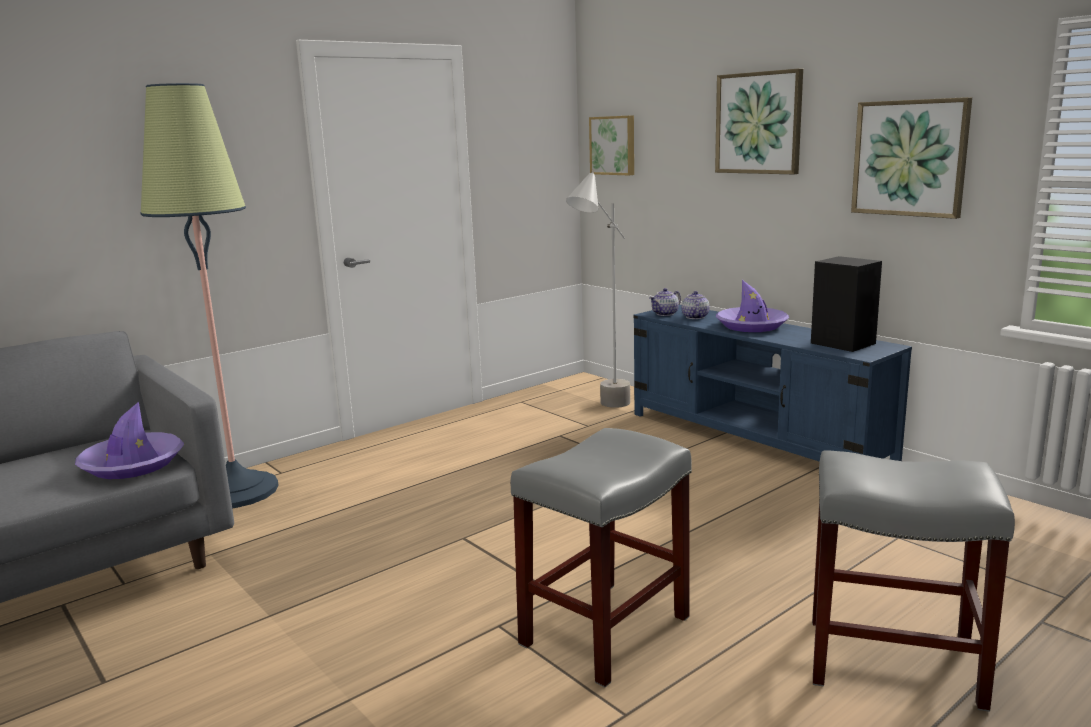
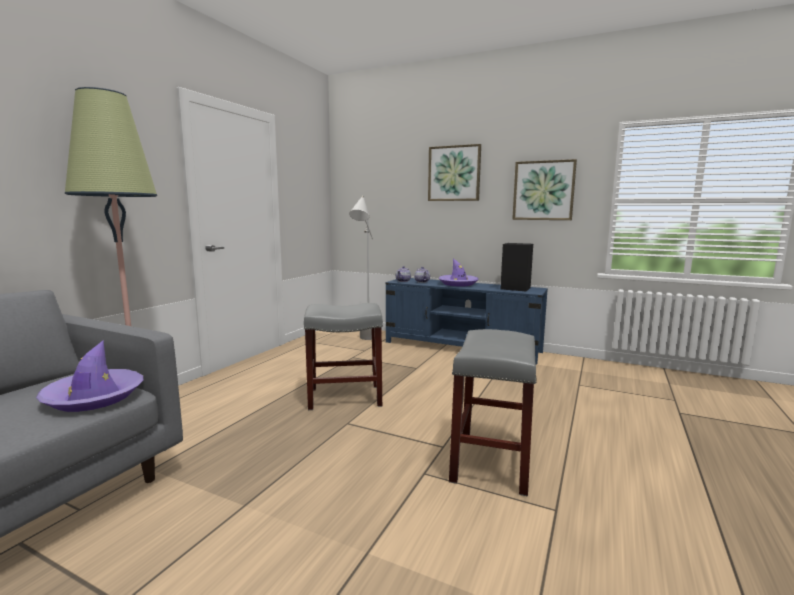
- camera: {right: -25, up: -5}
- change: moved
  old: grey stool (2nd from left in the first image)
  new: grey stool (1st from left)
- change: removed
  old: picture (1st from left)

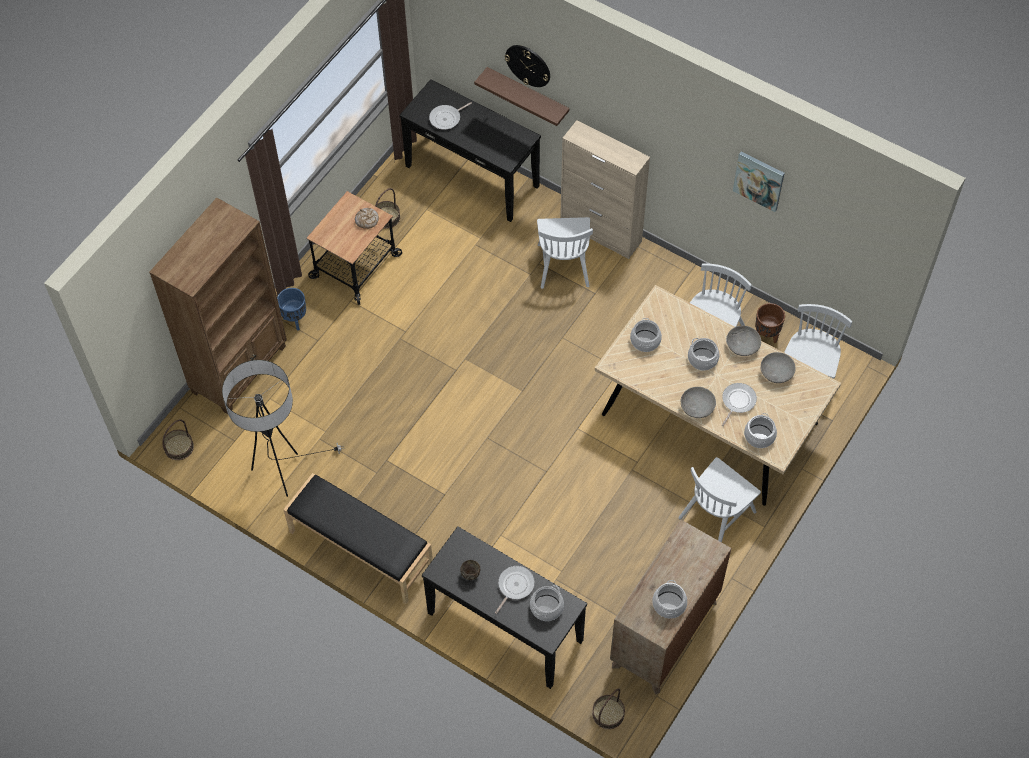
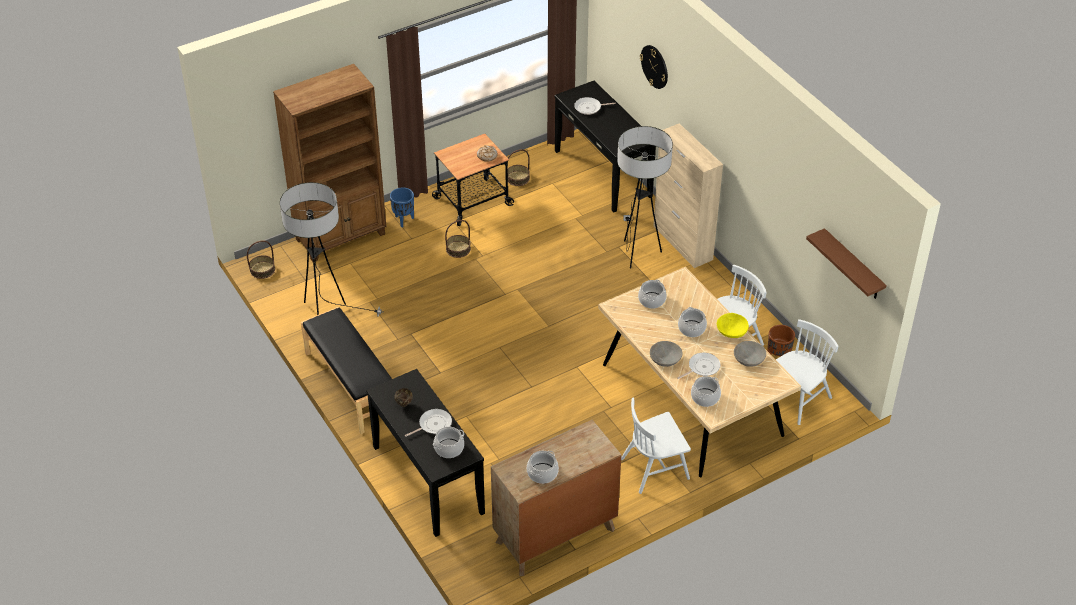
- camera: {right: 25, up: -15}
- change: moved
  old: basket (3rd from left in the first image)
  new: basket (2nd from left)
- change: replaced
  old: white chair (1st from left)
  new: floor lamp (2nd from left)
- change: recoloured
  old: grey bowl (2nd from left)
  new: yellow bowl
- change: moved
  old: brown shelf
- change: removed
  old: picture

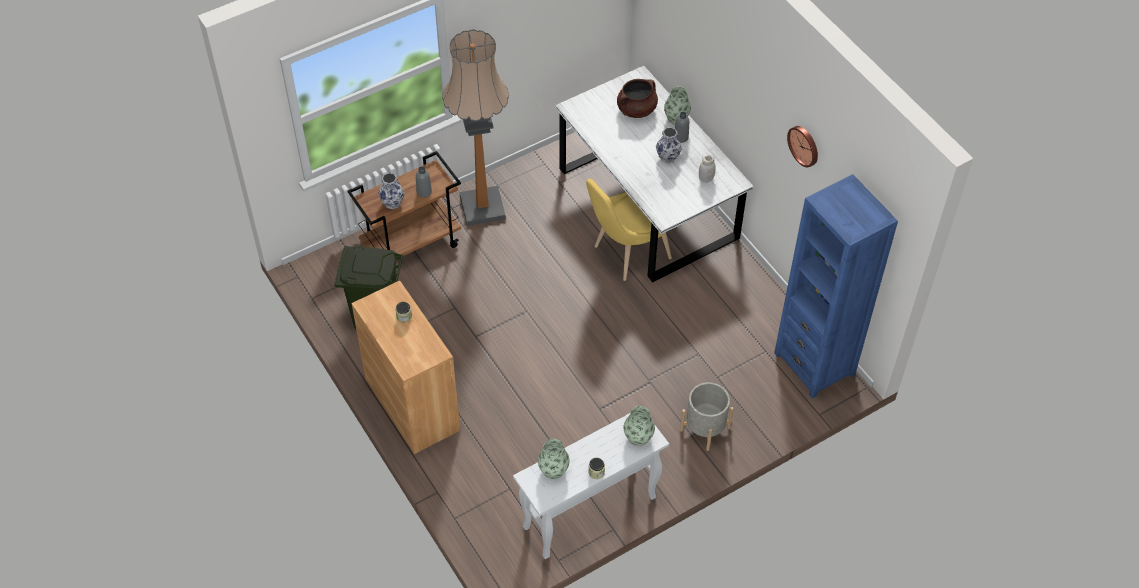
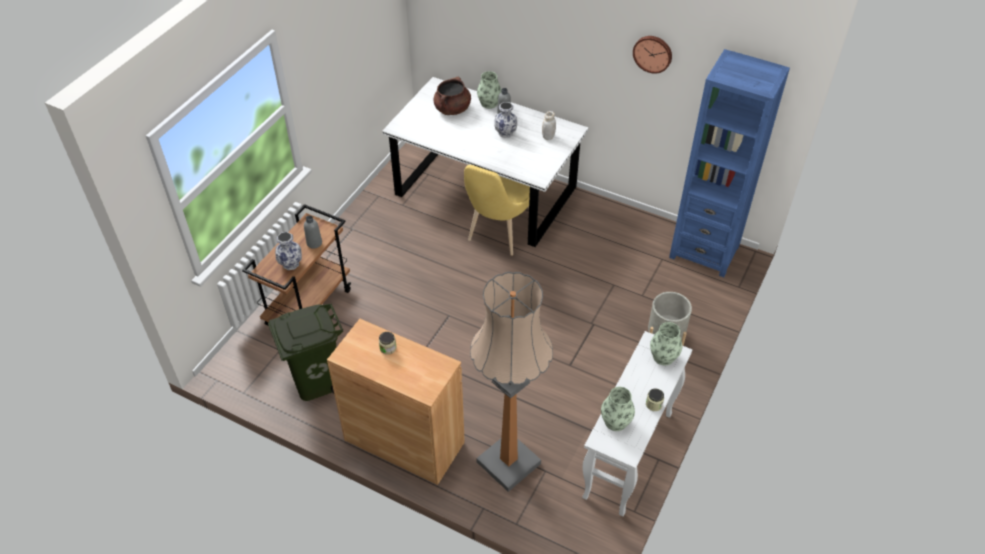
- camera: {right: -30, up: -5}
- change: moved
  old: floor lamp

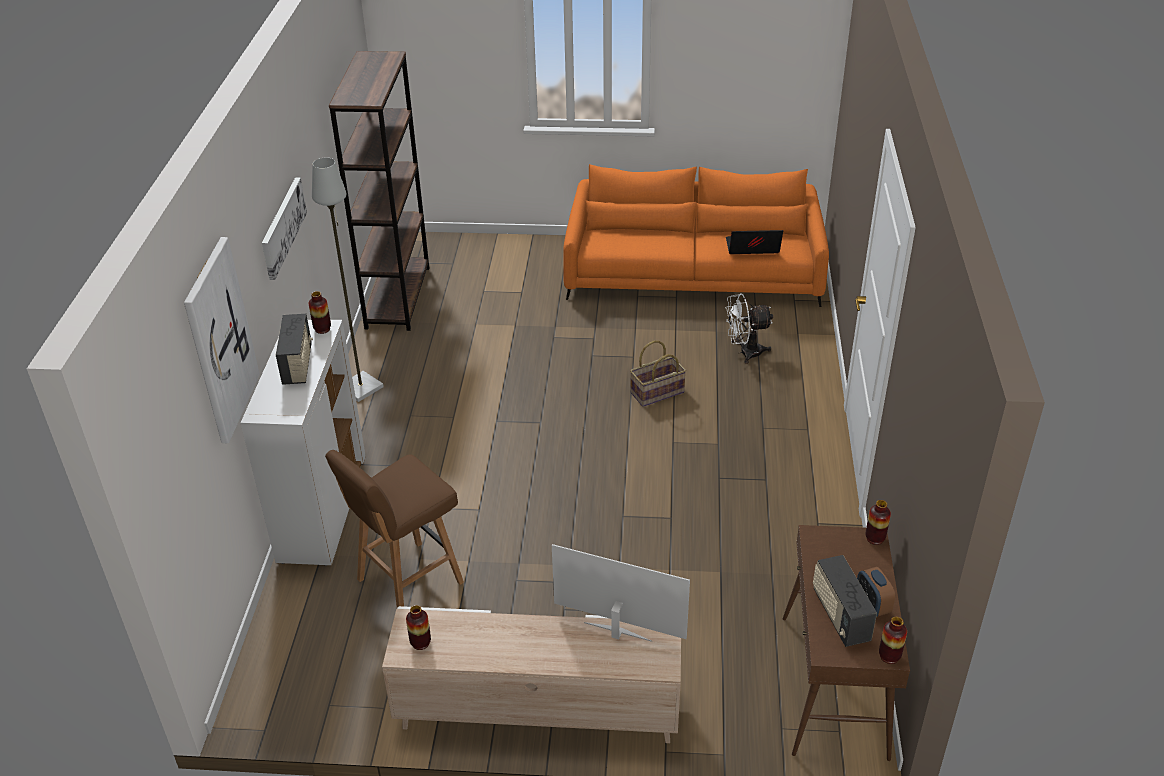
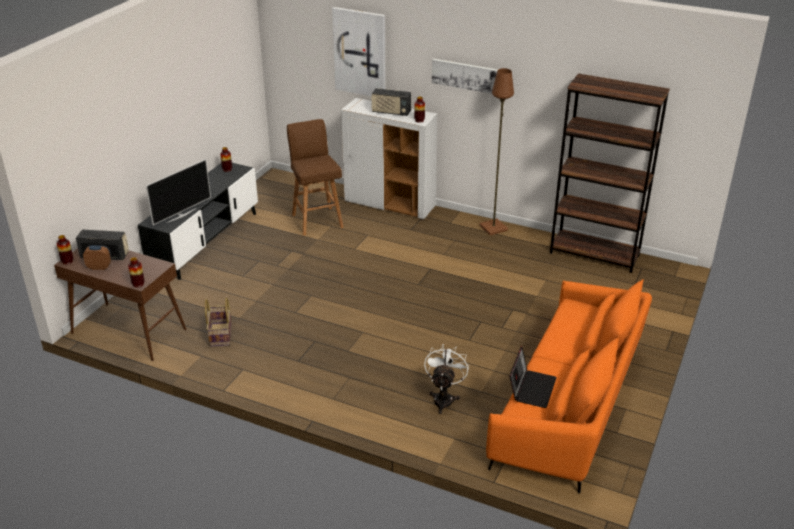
- camera: {right: 110, up: -5}
- change: recoloured
  old: beige tv stand
  new: black tv stand
- change: moved
  old: basket
- change: recoloured
  old: grey floor lamp
  new: brown floor lamp

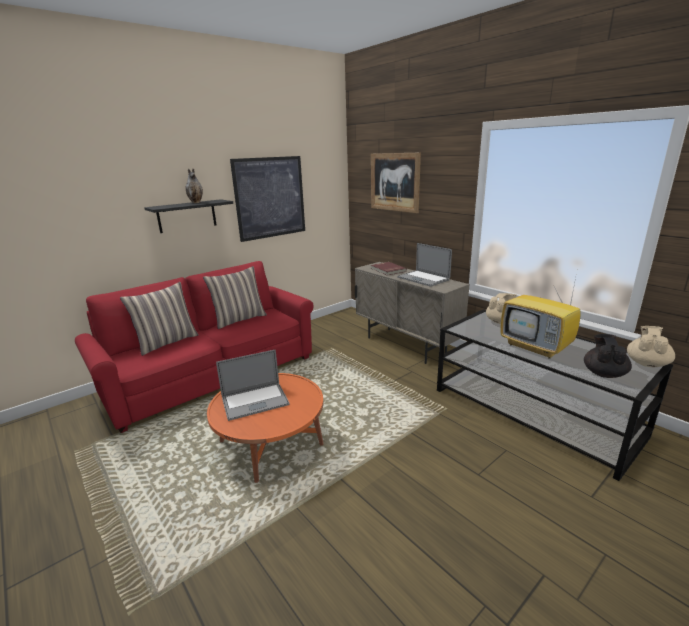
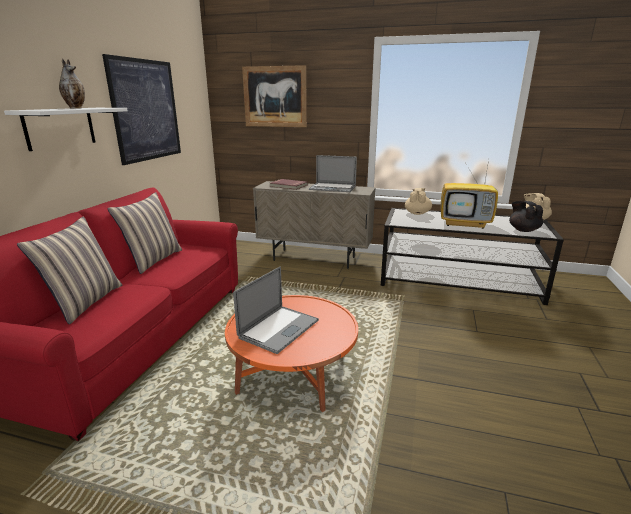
- camera: {right: -35, up: 0}
- change: recoloured
  old: black shelf
  new: white shelf

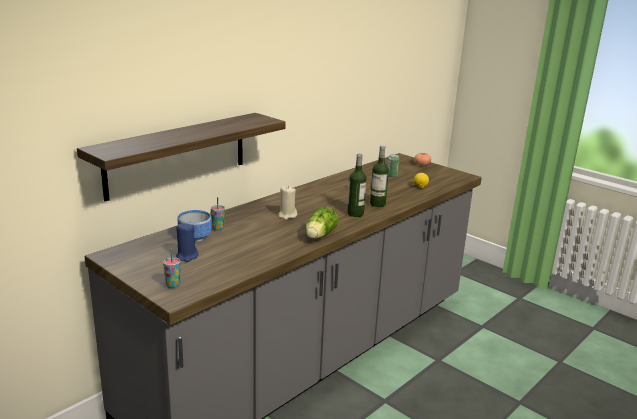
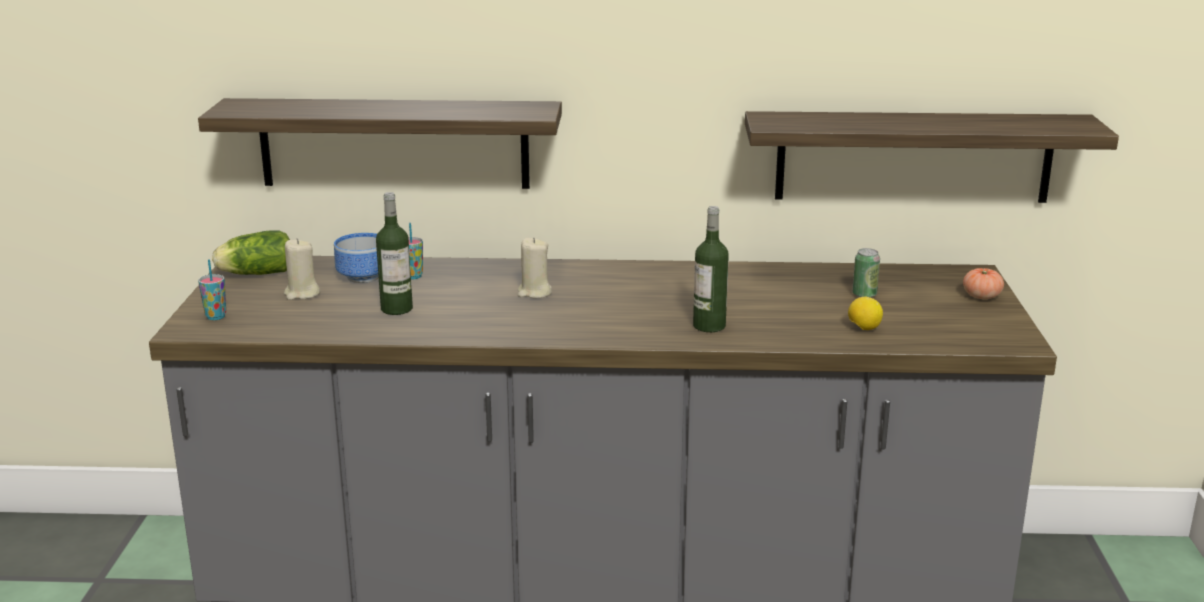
- camera: {right: 50, up: 0}
- change: moved
  old: lettuce
- change: recoloured
  old: blue candle
  new: beige candle (1st from left)
- change: moved
  old: bottle (1st from left)
- change: added
  new: shelf (2nd from left)

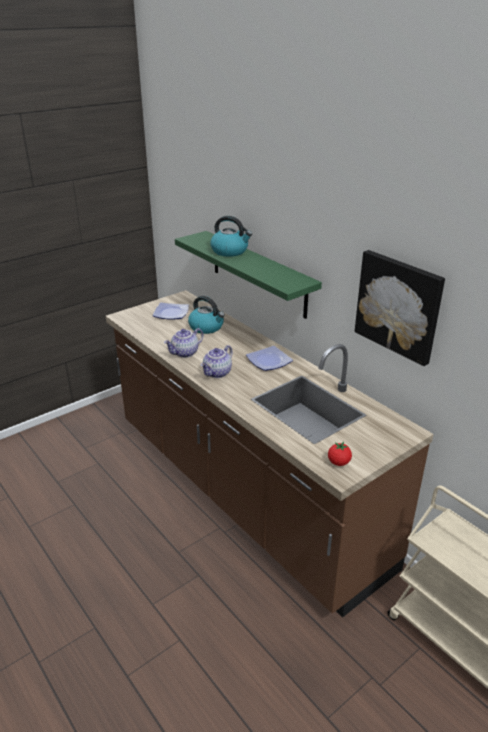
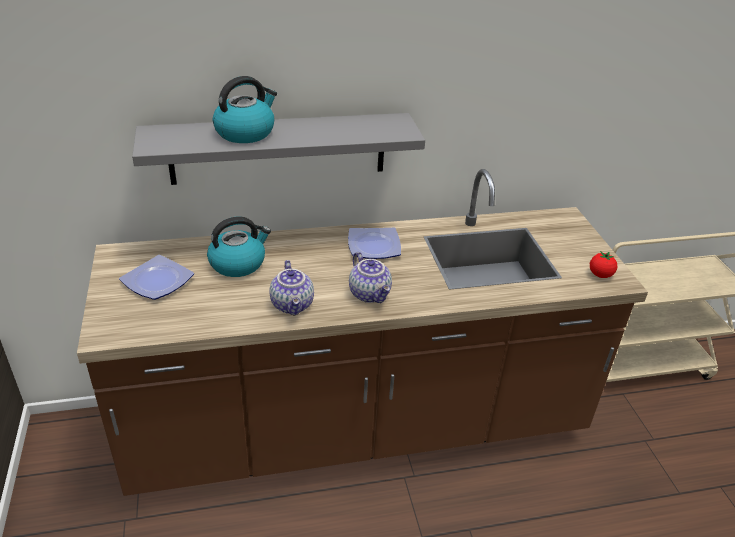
- camera: {right: -65, up: 5}
- change: recoloured
  old: green shelf
  new: grey shelf
- change: removed
  old: picture

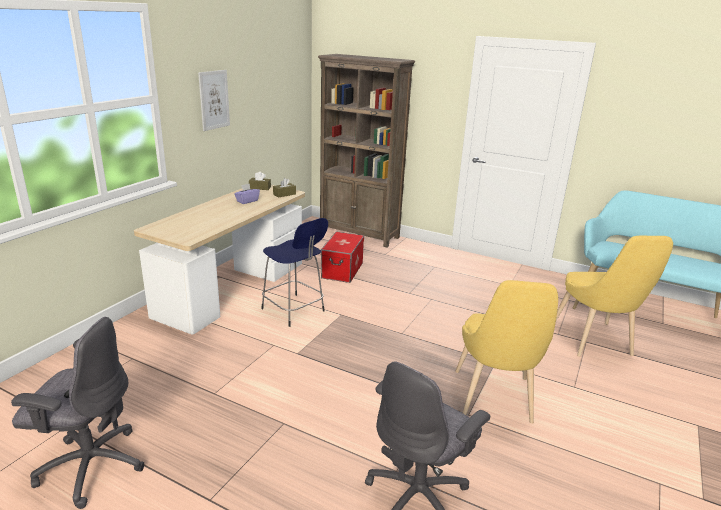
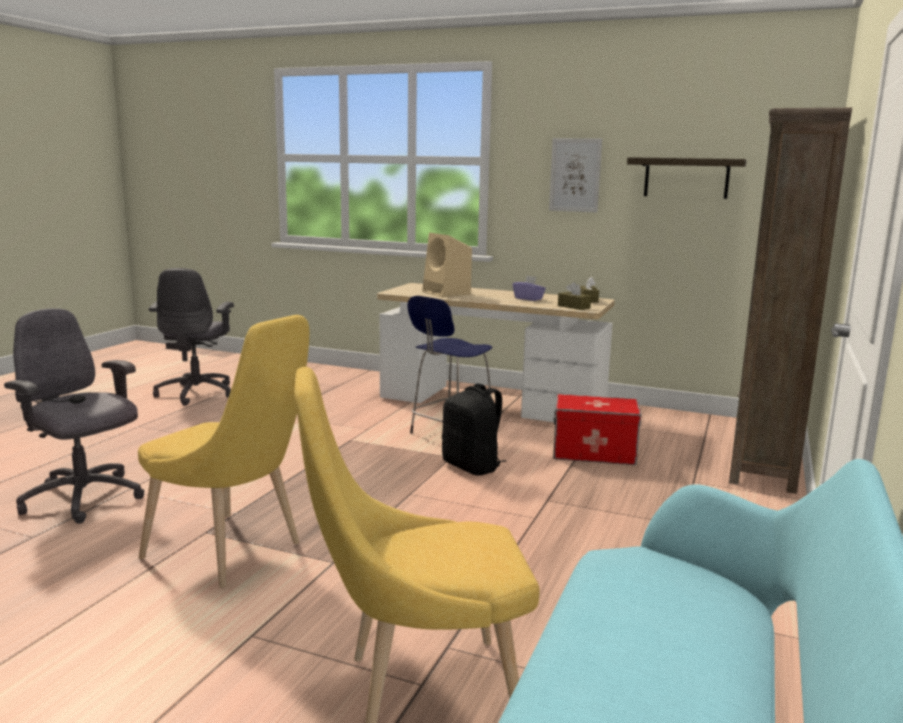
- camera: {right: 85, up: -10}
- change: turned
  old: yellow chair (1st from left)
  degrees: -150
- change: added
  new: beige speaker
- change: added
  new: black backpack
- change: added
  new: shelf

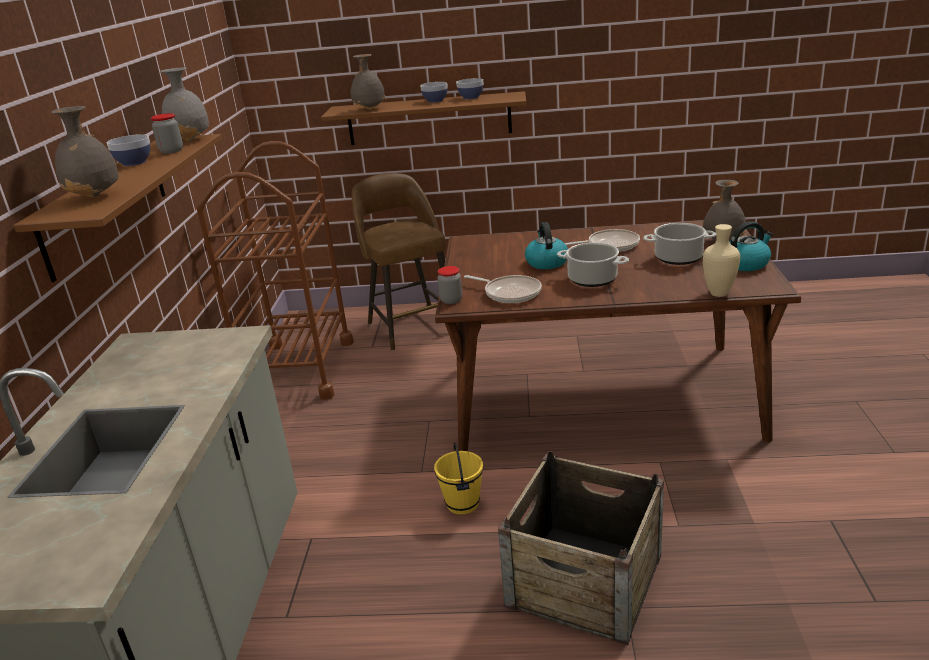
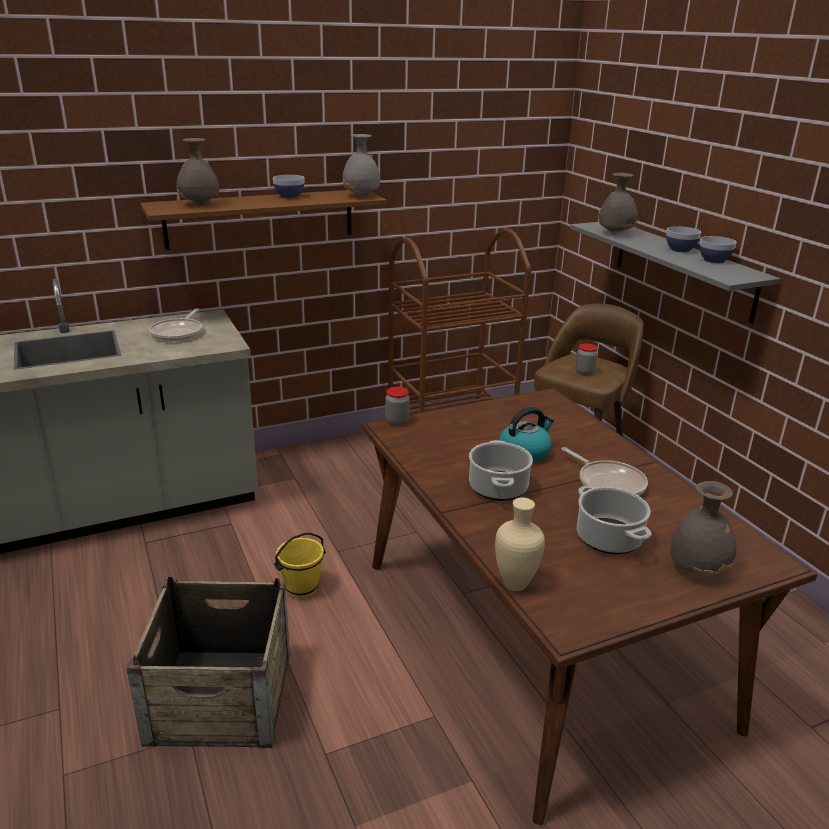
- camera: {right: 60, up: 0}
- change: moved
  old: frying pan (1st from left)
- change: recoloured
  old: brown shelf (2nd from left)
  new: grey shelf
- change: moved
  old: jar (1st from left in the first image)
  new: jar (2nd from left)
- change: removed
  old: kettle (2nd from left)

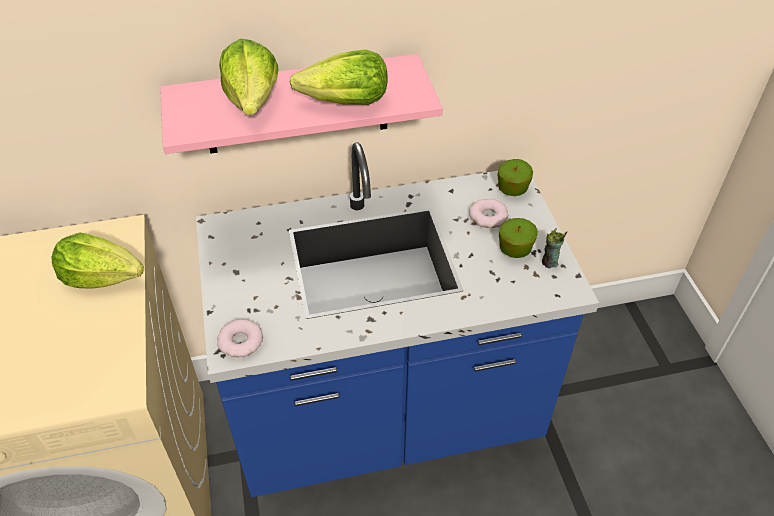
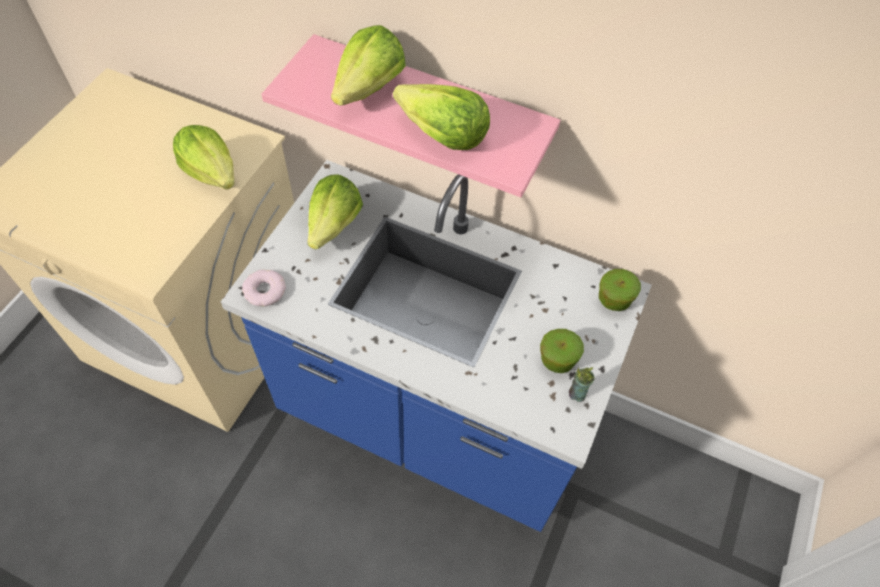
- camera: {right: 35, up: 10}
- change: added
  new: lettuce (2nd from left)
- change: removed
  old: donut (2nd from left)

